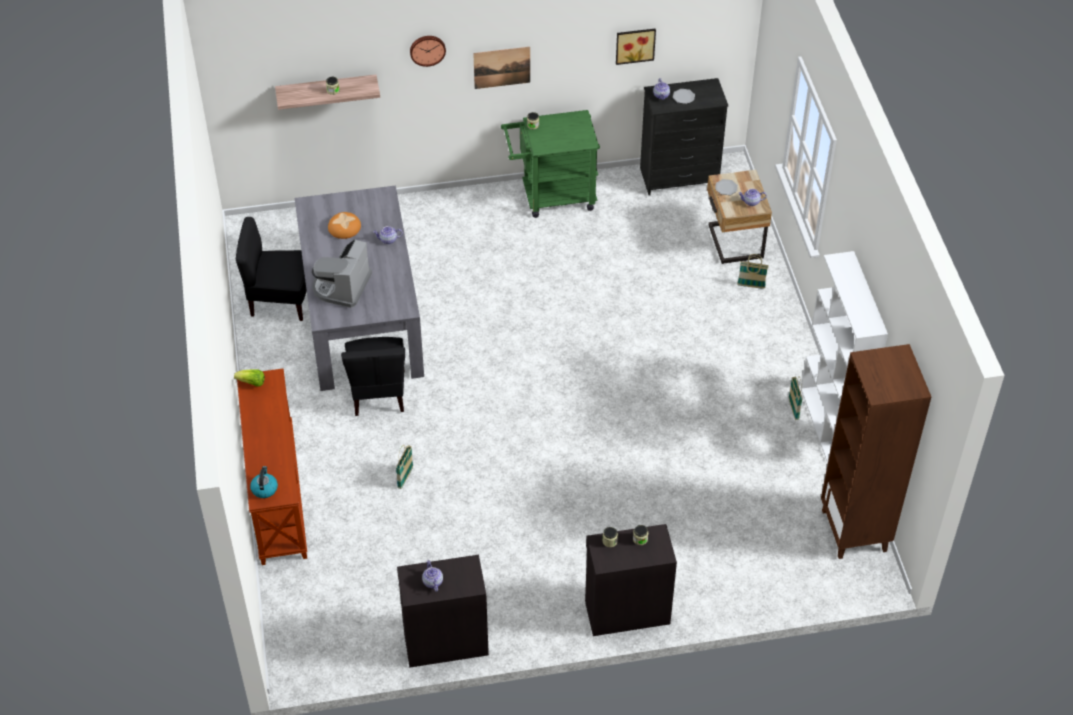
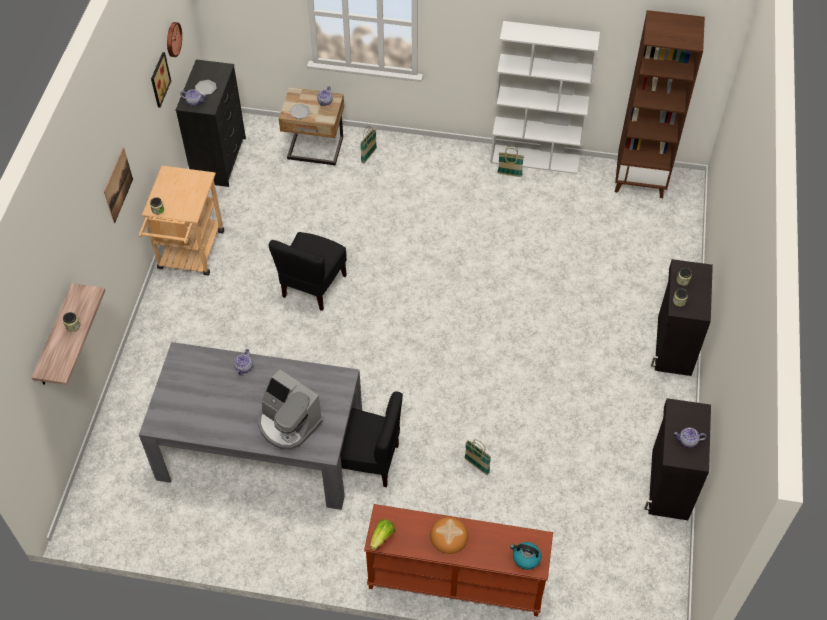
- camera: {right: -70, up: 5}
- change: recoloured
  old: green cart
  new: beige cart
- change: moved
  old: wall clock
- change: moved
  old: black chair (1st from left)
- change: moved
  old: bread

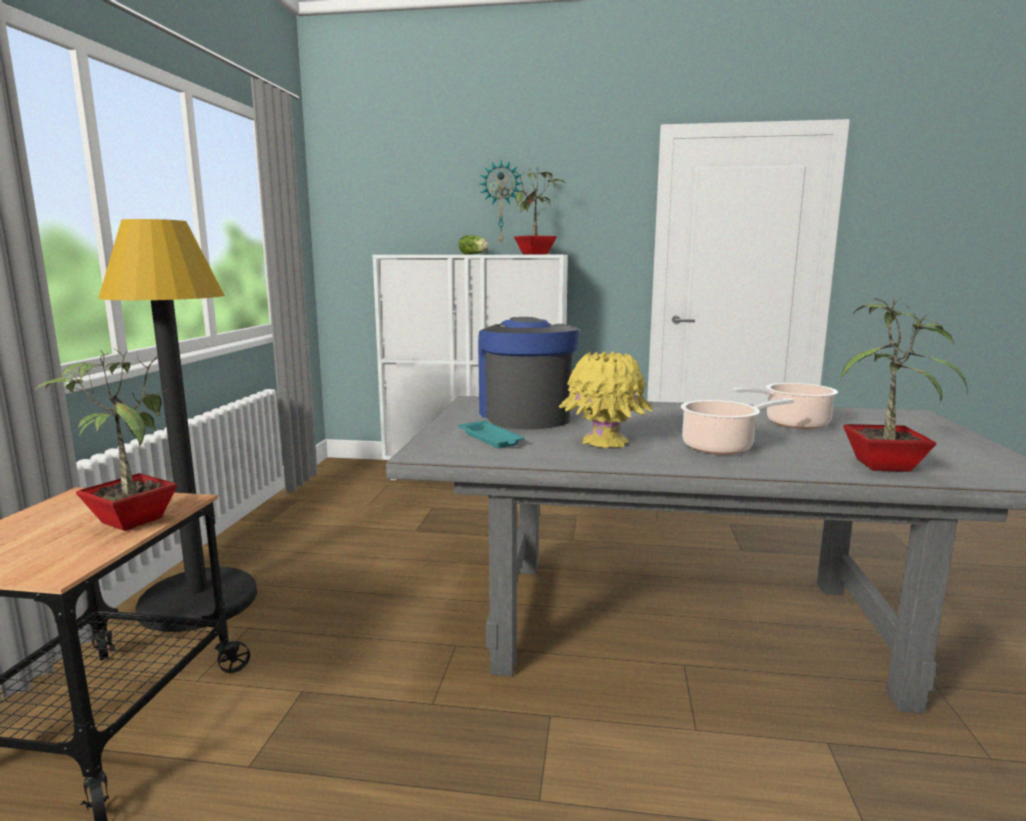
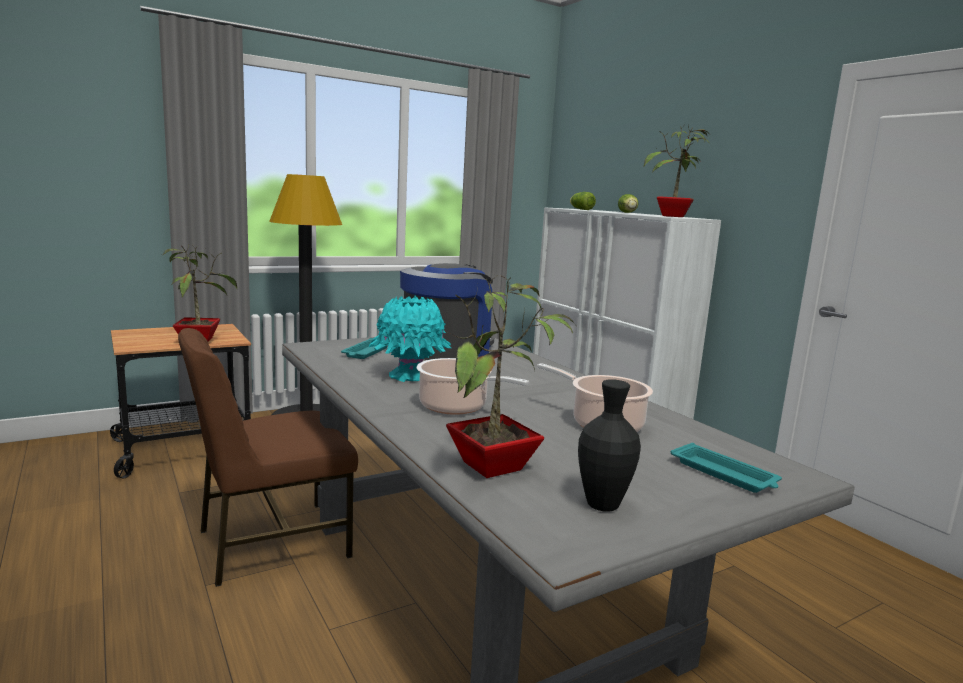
- camera: {right: 50, up: 0}
- change: added
  new: brown chair
- change: recoloured
  old: yellow vase
  new: turquoise vase
- change: added
  new: lettuce (1st from left)
- change: added
  new: black vase
- change: added
  new: turquoise tray (2nd from left)
- change: removed
  old: wall clock

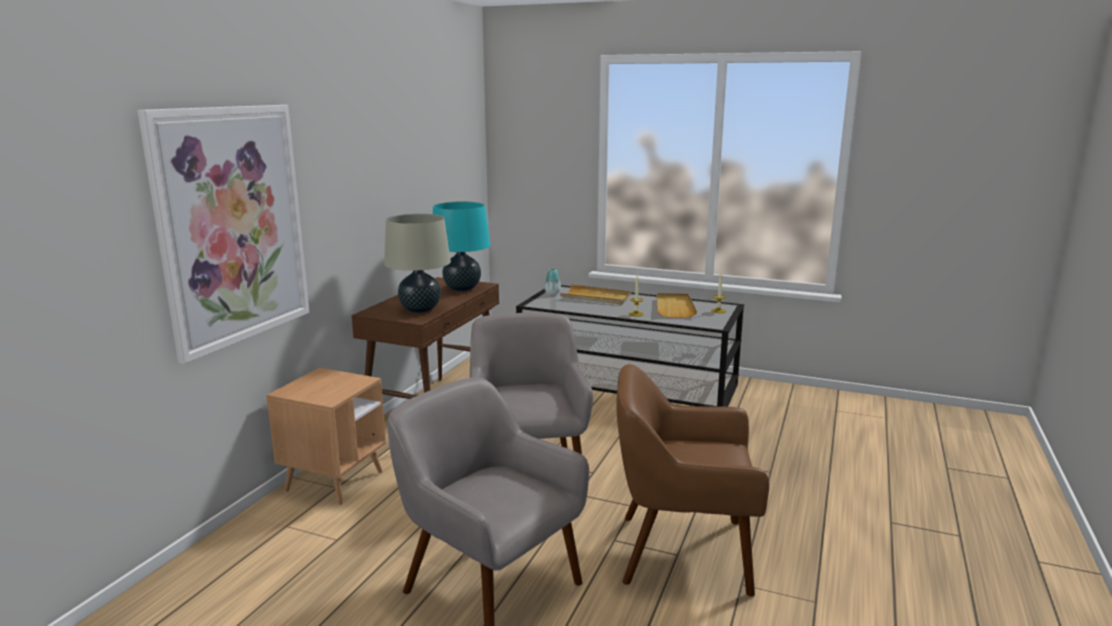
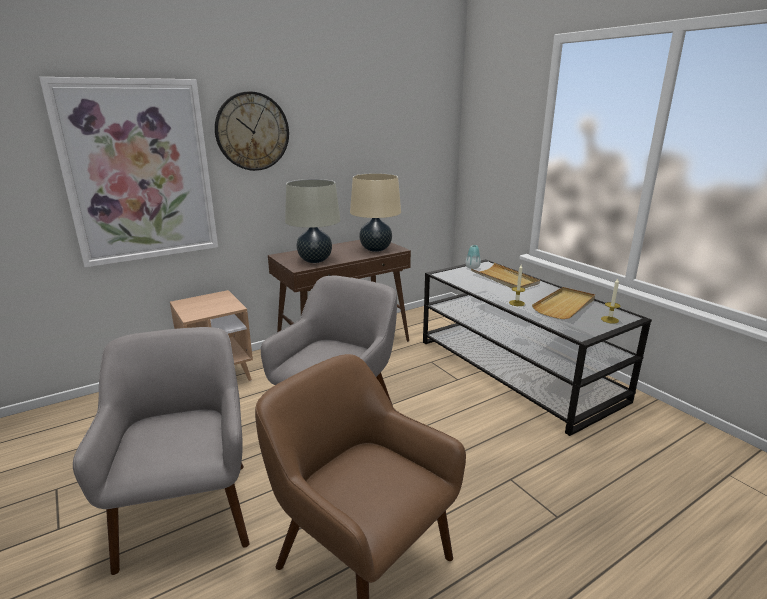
- camera: {right: 35, up: 5}
- change: added
  new: wall clock
- change: recoloured
  old: turquoise table lamp
  new: beige table lamp (2nd from left)

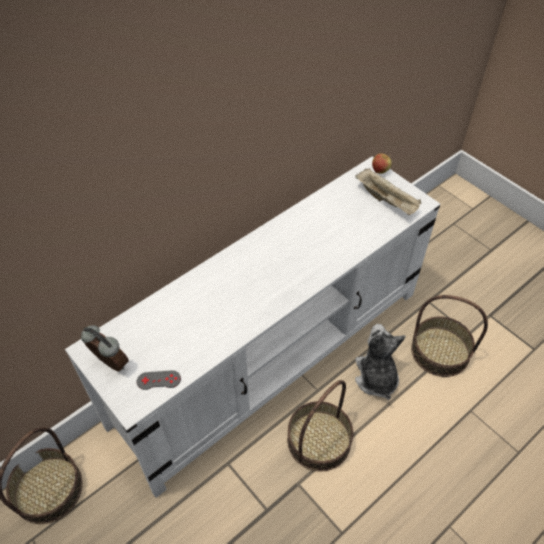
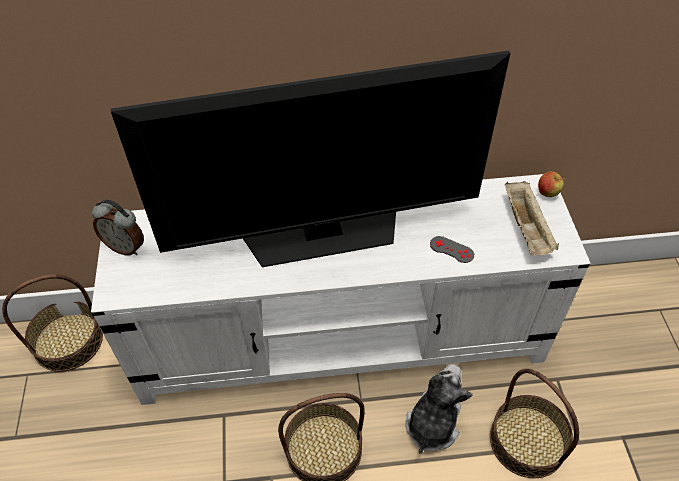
- camera: {right: 35, up: 0}
- change: turned
  old: alarm clock
  degrees: 135
- change: added
  new: television
- change: moved
  old: grey game controller

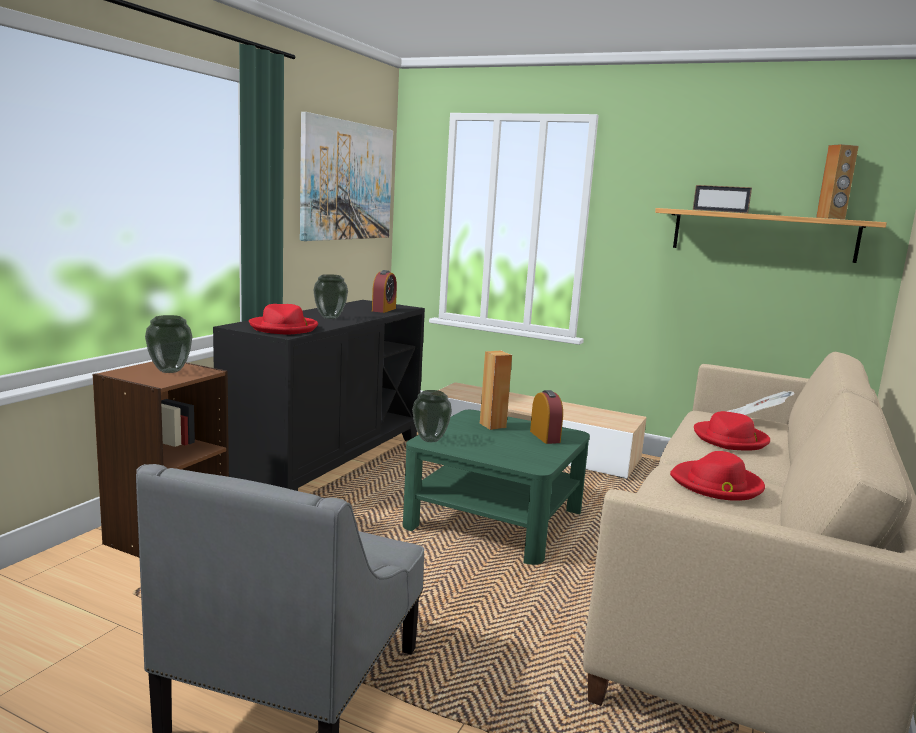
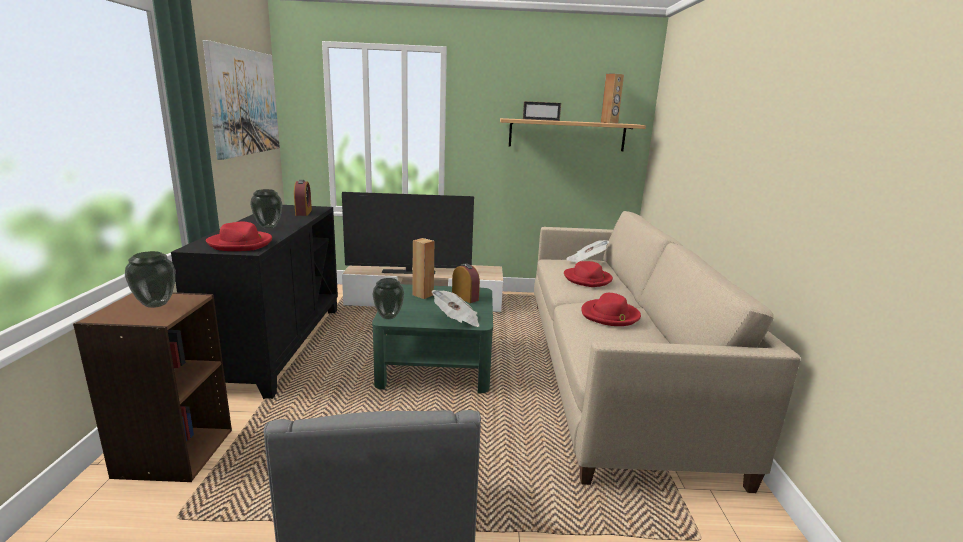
- camera: {right: -25, up: 5}
- change: added
  new: television
- change: added
  new: newspaper (1st from left)

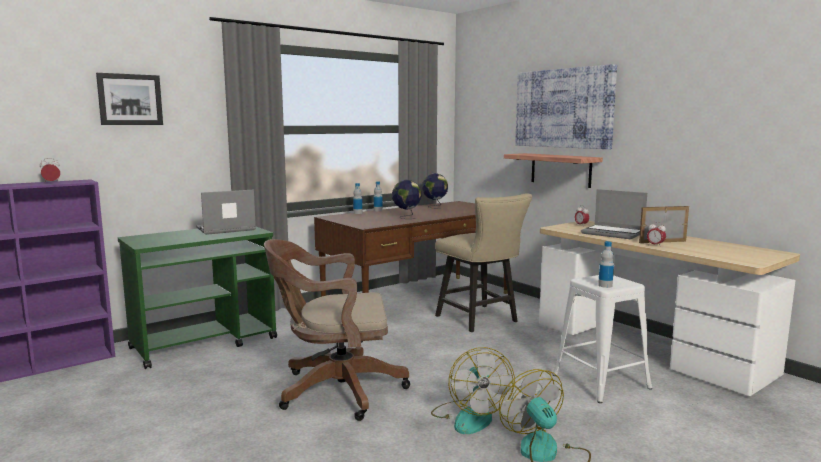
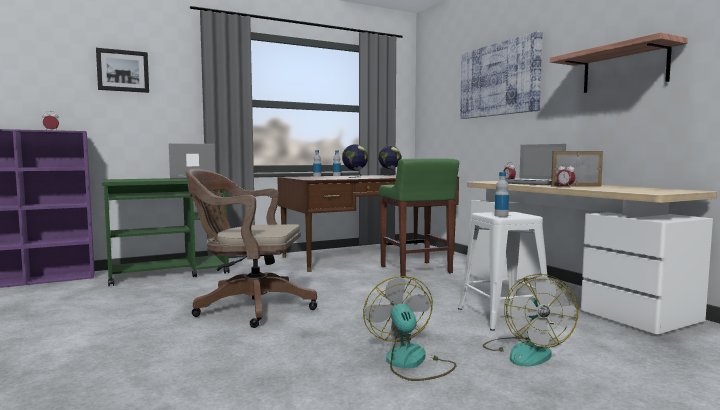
- camera: {right: 10, up: -5}
- change: replaced
  old: beige chair
  new: green stool
- change: moved
  old: fan (1st from left in the first image)
  new: fan (2nd from left)
- change: moved
  old: shelf

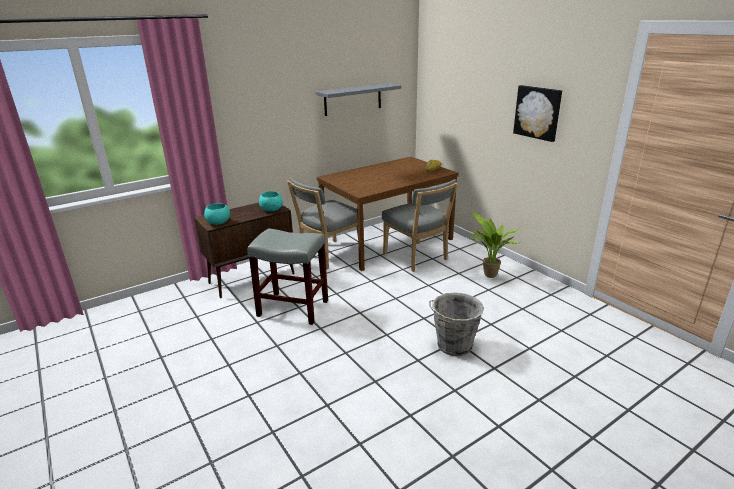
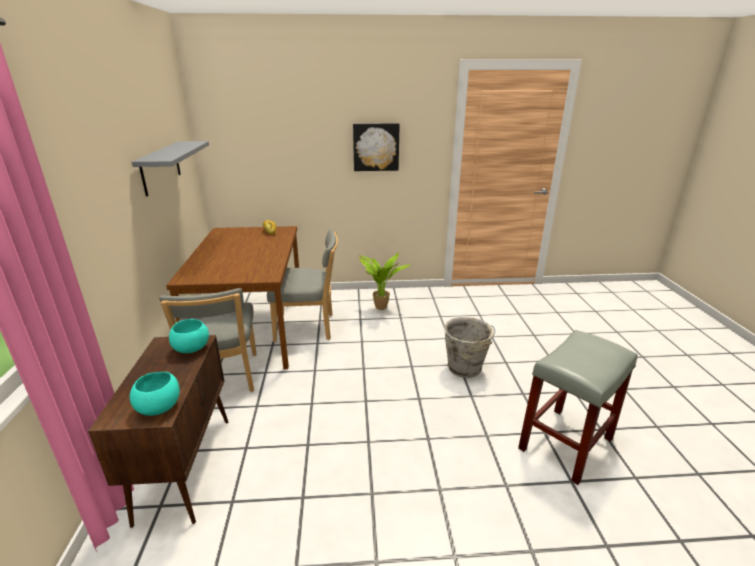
- camera: {right: -60, up: 0}
- change: moved
  old: grey stool

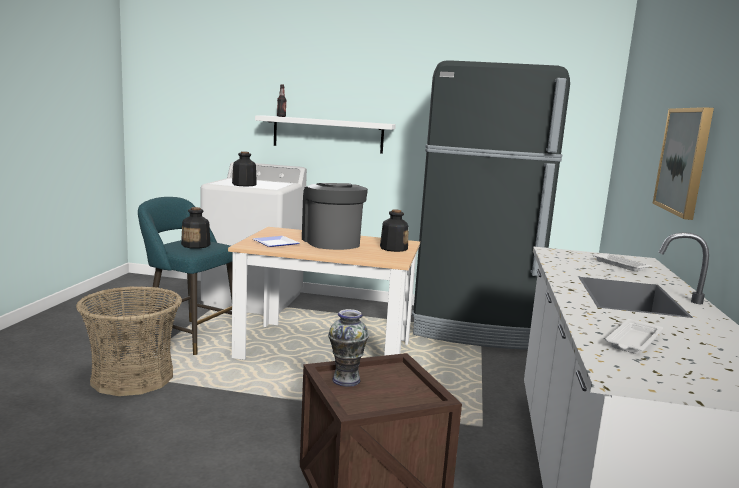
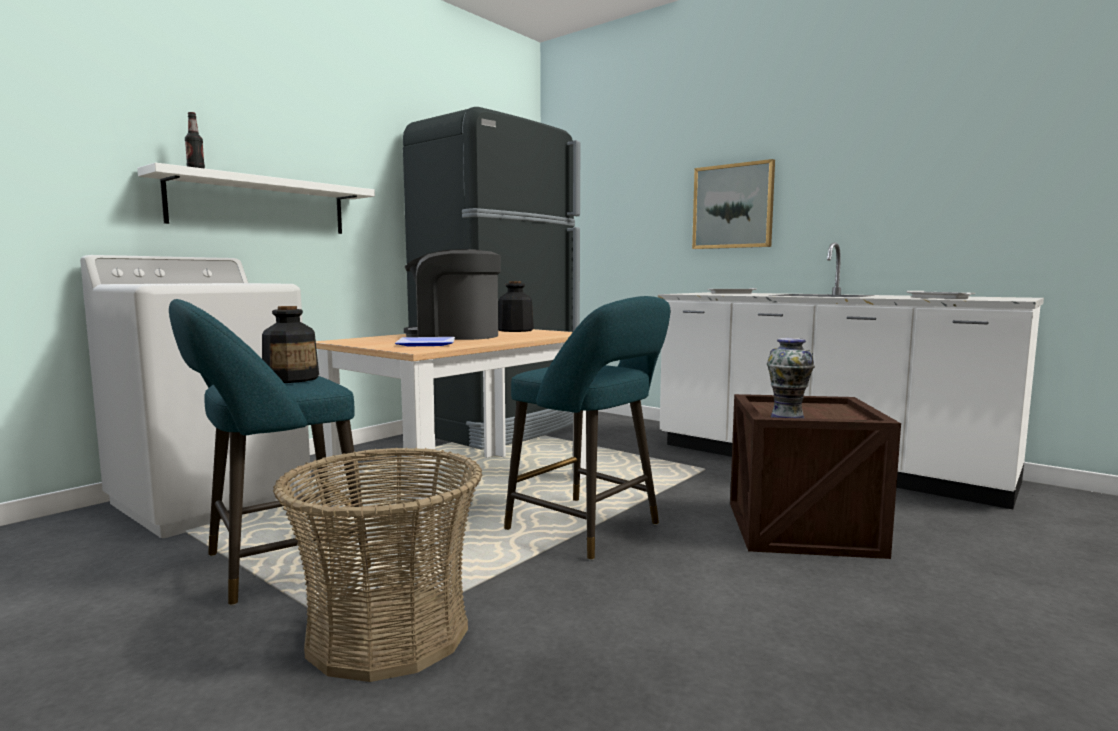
- camera: {right: -60, up: -5}
- change: added
  new: turquoise stool (2nd from left)
- change: removed
  old: bottle (2nd from left)

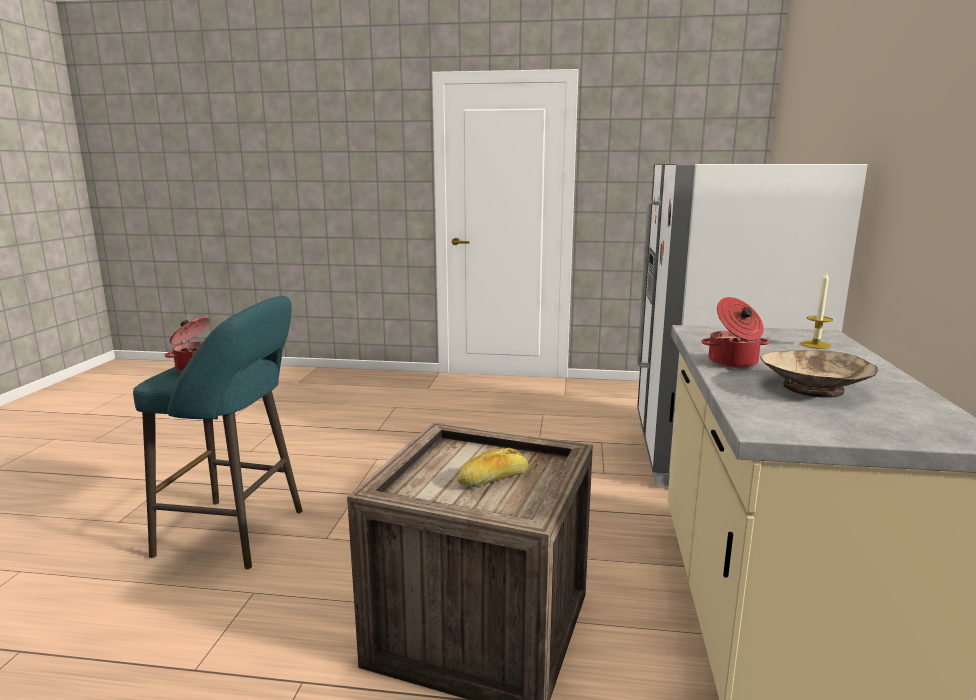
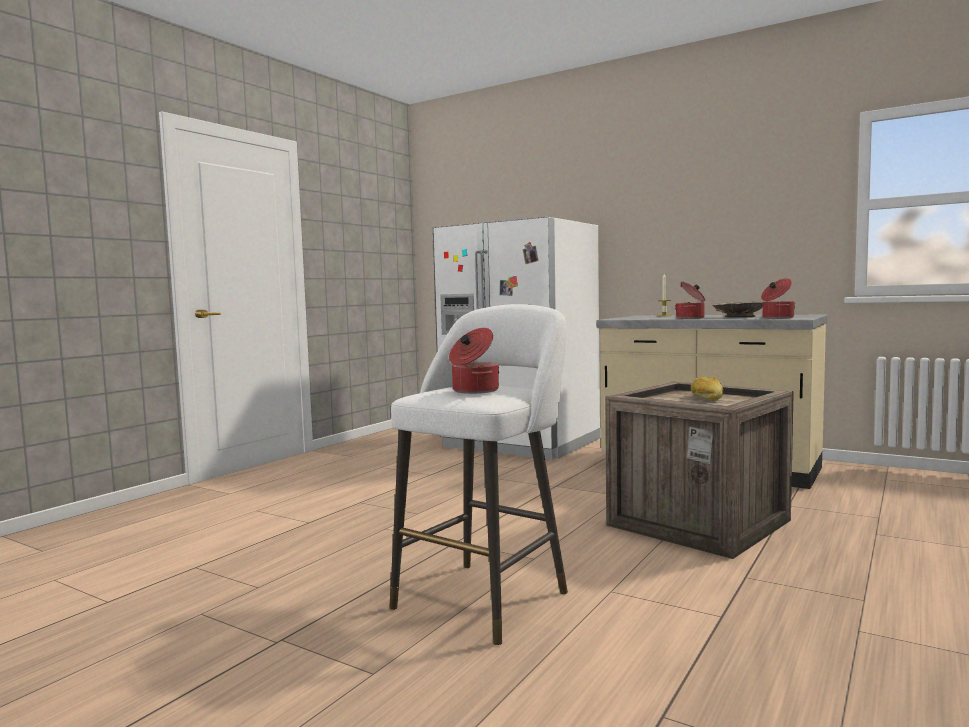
- camera: {right: -65, up: -10}
- change: recoloured
  old: turquoise stool
  new: white stool
- change: added
  new: cooking pot (3rd from left)

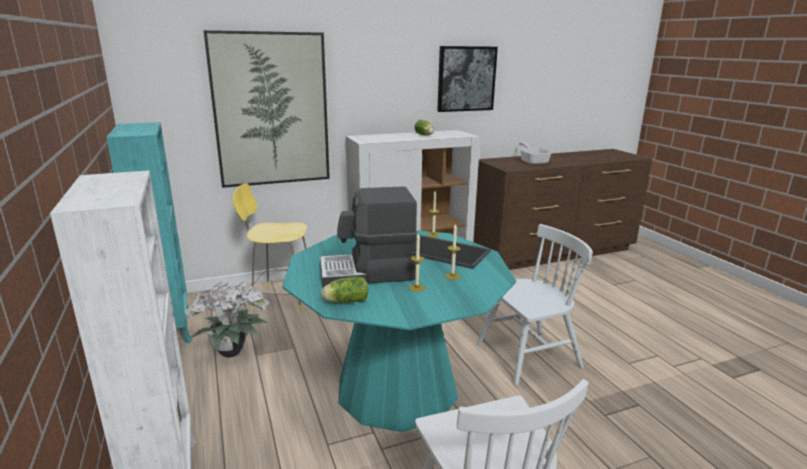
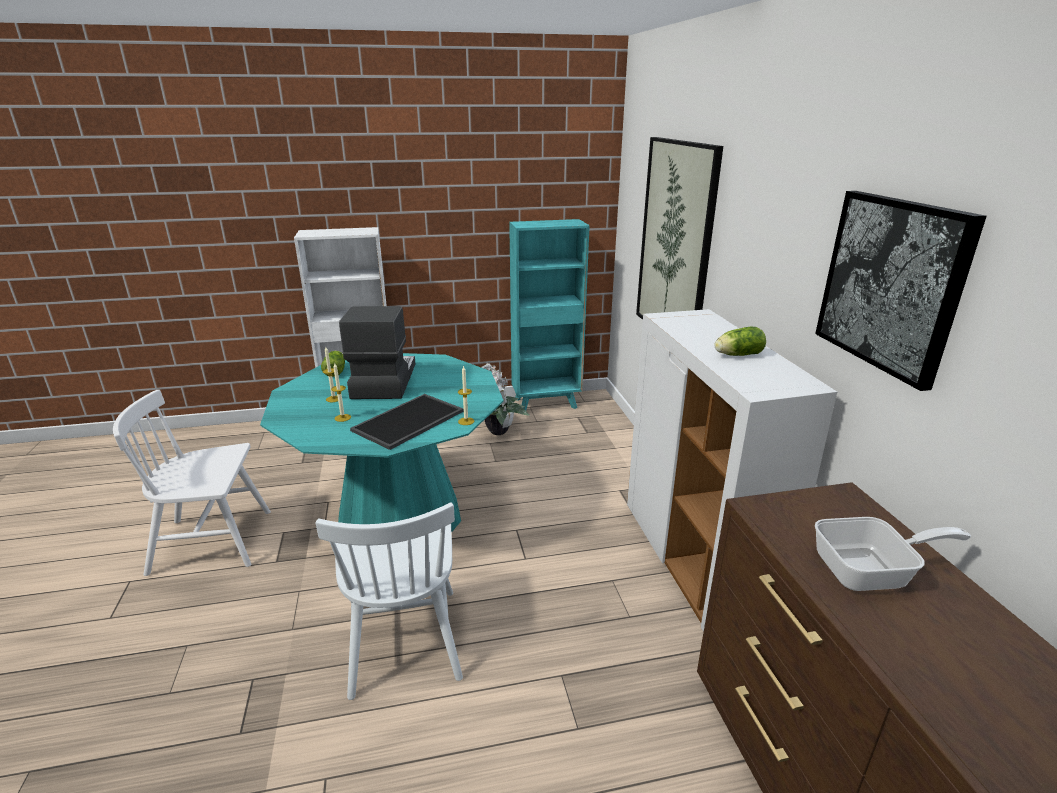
- camera: {right: 100, up: 5}
- change: removed
  old: yellow stool

